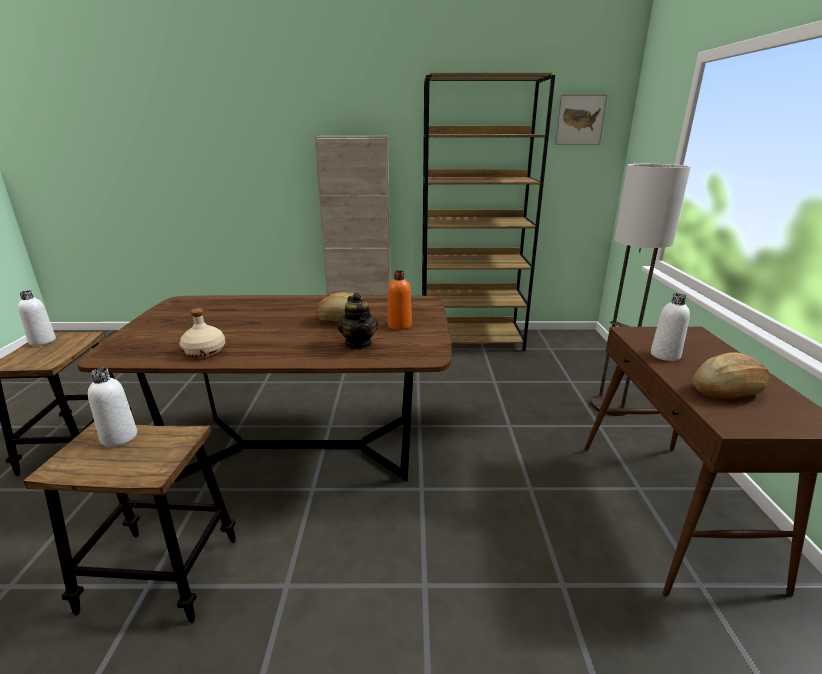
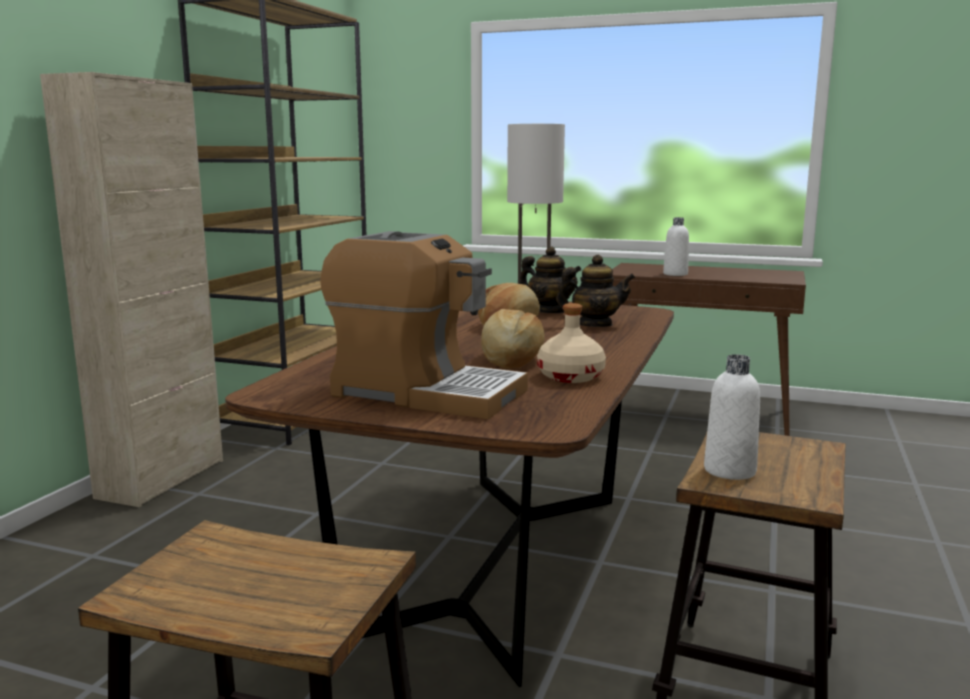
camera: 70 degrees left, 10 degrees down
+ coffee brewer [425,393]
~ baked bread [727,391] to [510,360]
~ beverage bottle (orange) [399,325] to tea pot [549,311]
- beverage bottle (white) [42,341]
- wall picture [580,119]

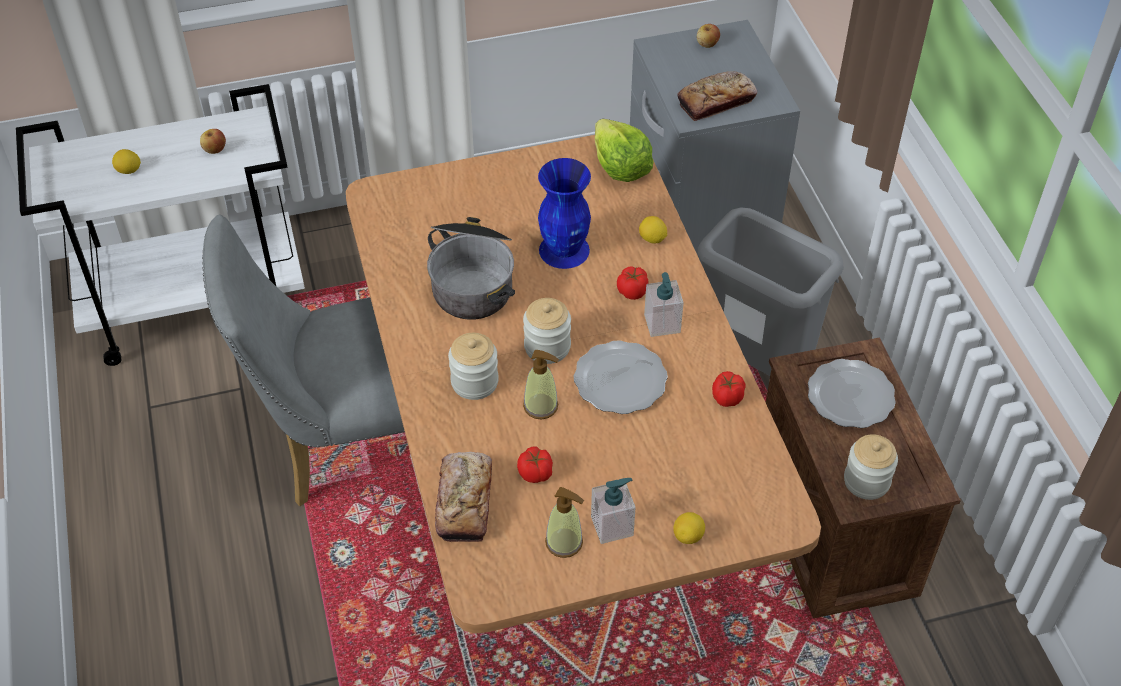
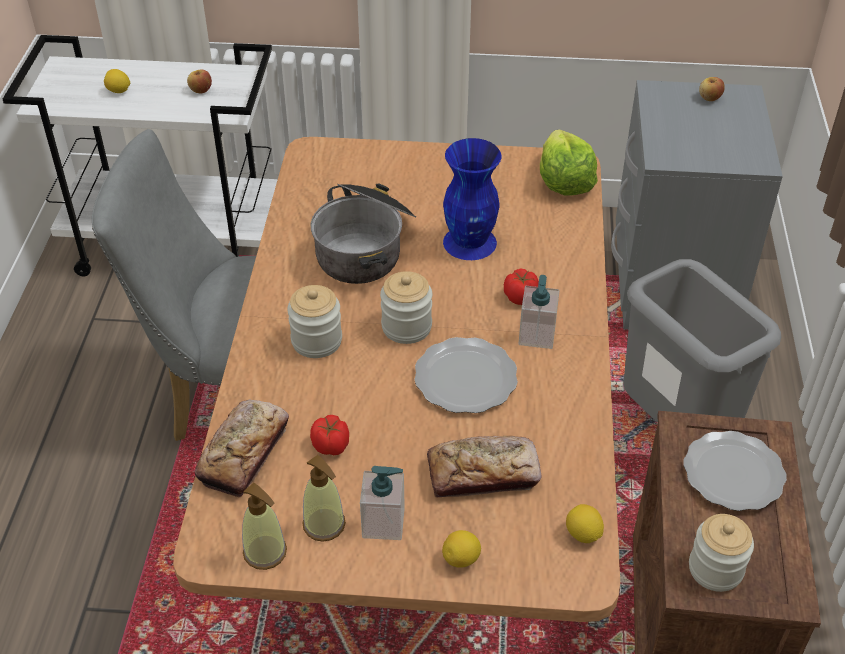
camera: 20 degrees right, 5 degrees down
~ liquid soap bottle [541,406] to [265,552]
~ baked bread [716,101] to [483,474]
~ whole lemon [652,239] to [583,534]
- whole tomato [727,398]

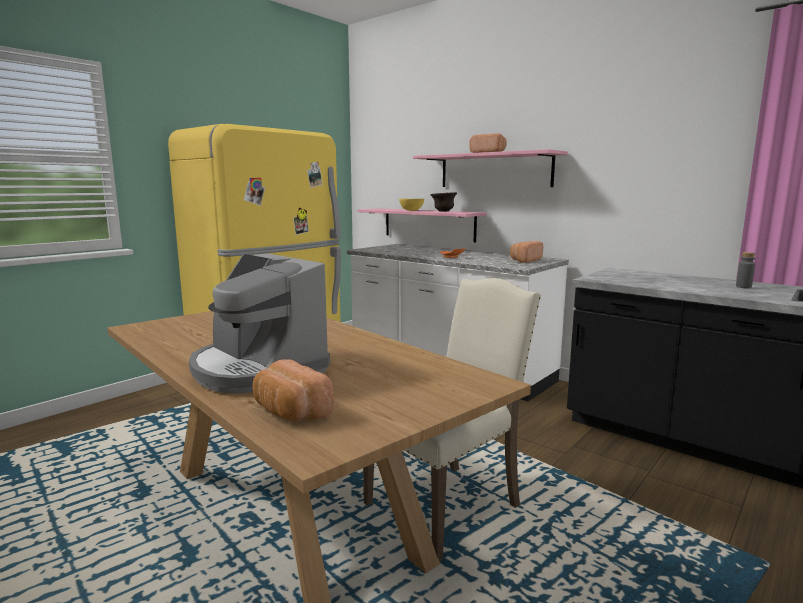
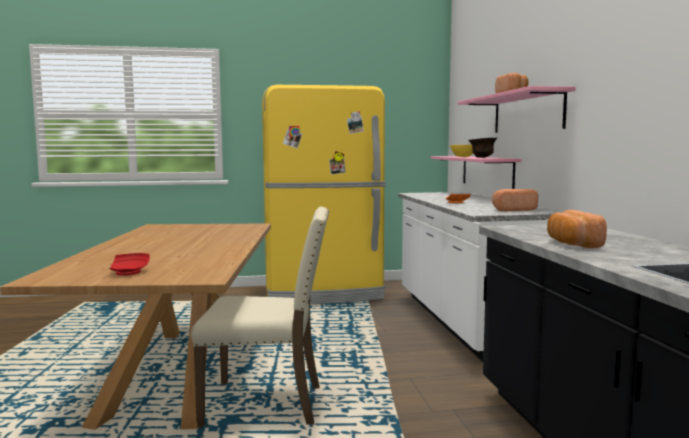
camera: 40 degrees right, 5 degrees down
+ dinner plate (red-coloured) [130,272]
~ baked bread [289,412] to [572,244]
- coffee brewer [257,369]
- beverage bottle (greyish) [743,287]

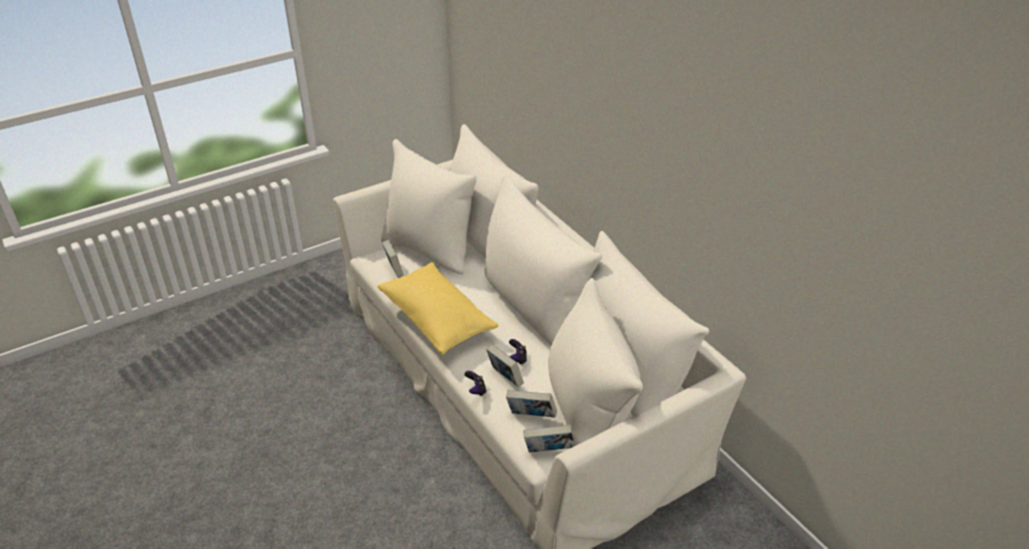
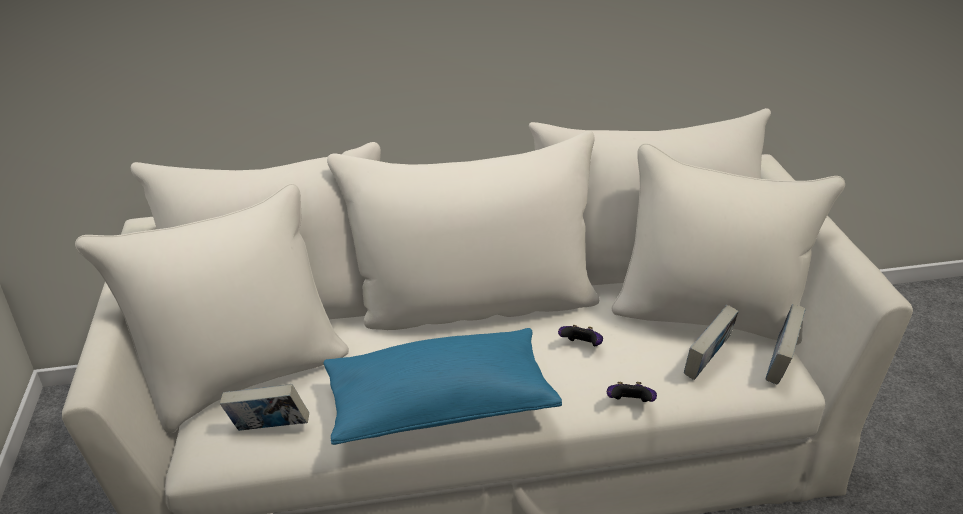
camera: 65 degrees left, 5 degrees down
~ cushion (yellow) [437,319] to cushion (blue-coloured) [440,407]
- book [505,378]

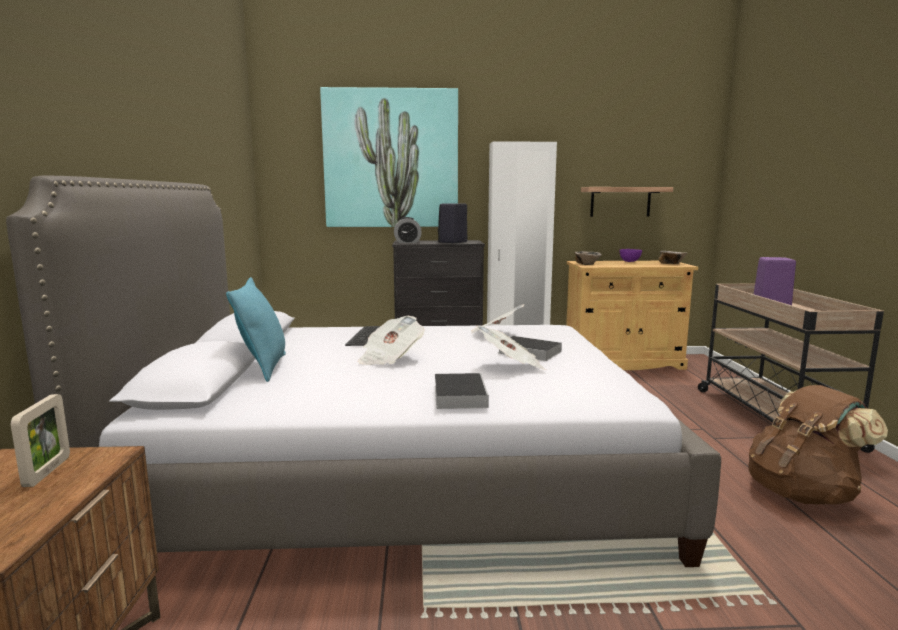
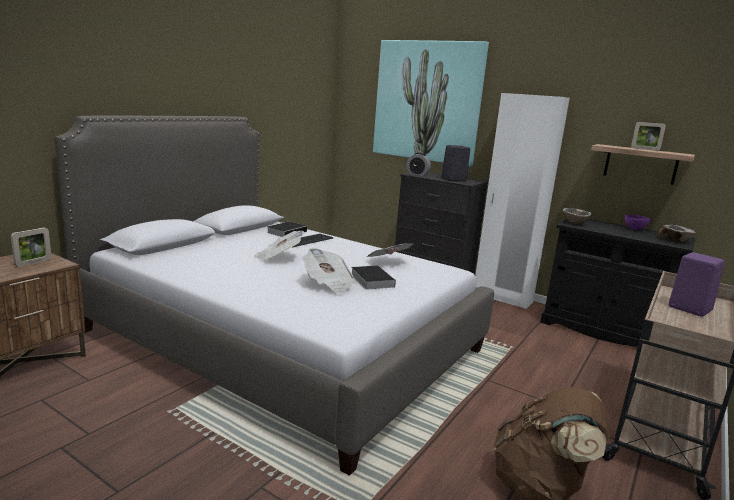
camera: 35 degrees right, 5 degrees up
~ book [459,395] to [287,232]
~ storage cabinet (sand-coloured) [622,363] to storage cabinet (black) [603,330]
+ photo frame [645,149]
- cushion (turquoise-coloured) [263,367]

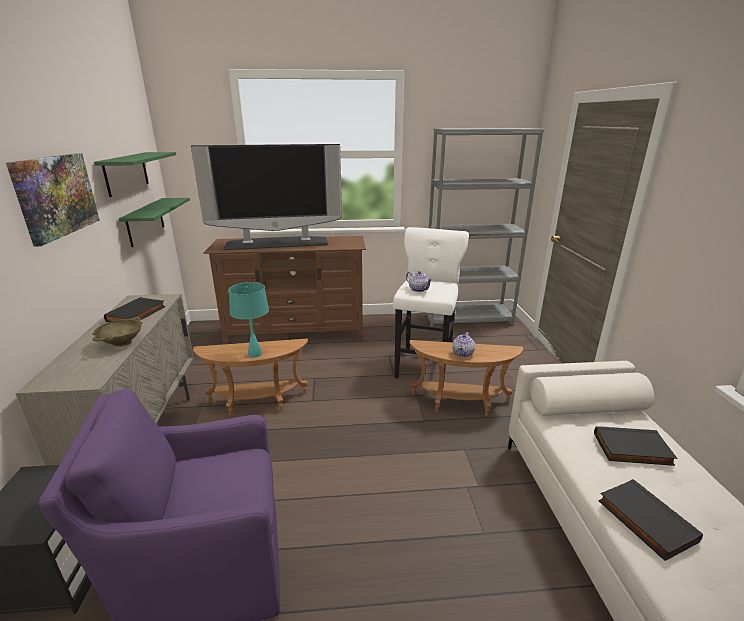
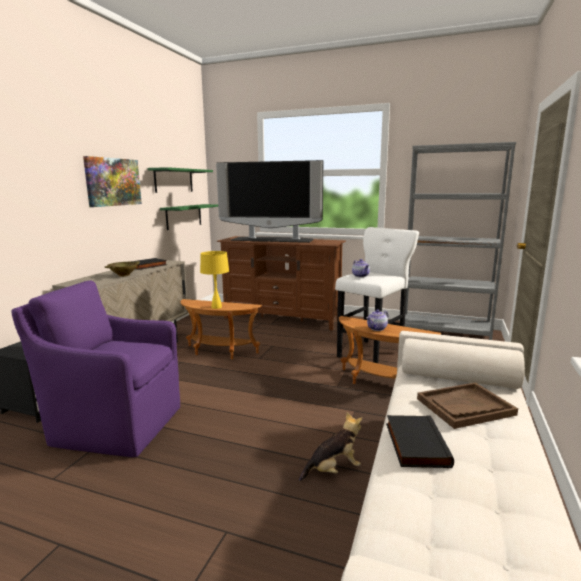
camera: 25 degrees right, 10 degrees down
~ tabletop lamp (turquoise-coloured) [254,354] to tabletop lamp (yellow) [216,307]
+ cuddly toy [333,470]
~ book (black) [632,450] to serving tray (brown-coloured) [465,407]

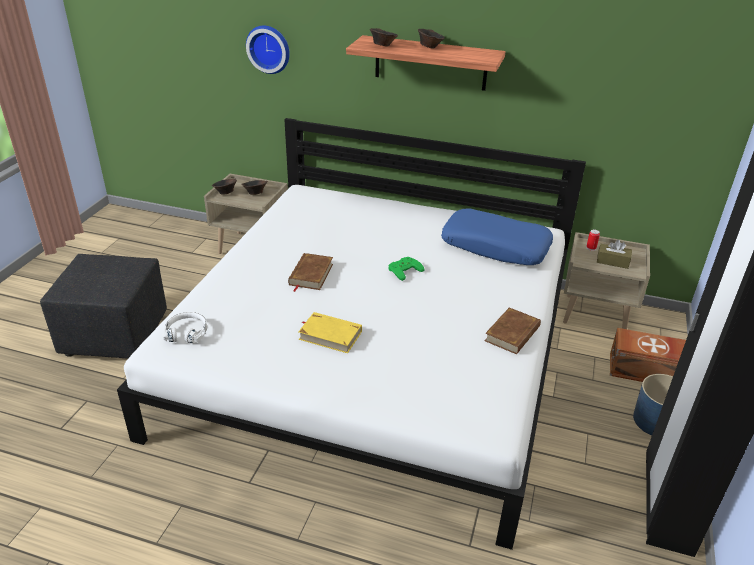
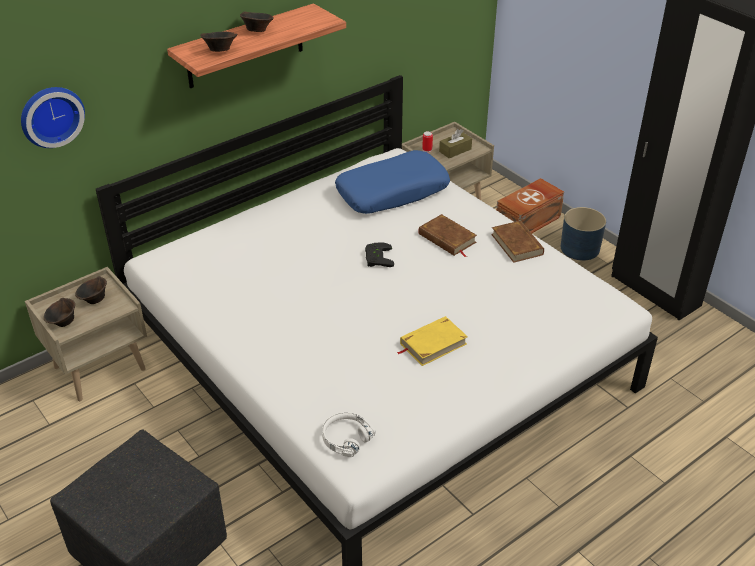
camera: 55 degrees left, 5 degrees up
~ joypad (green) [403,269] to joypad (black) [376,258]
~ book (brown-coloured) [310,274] to [447,238]

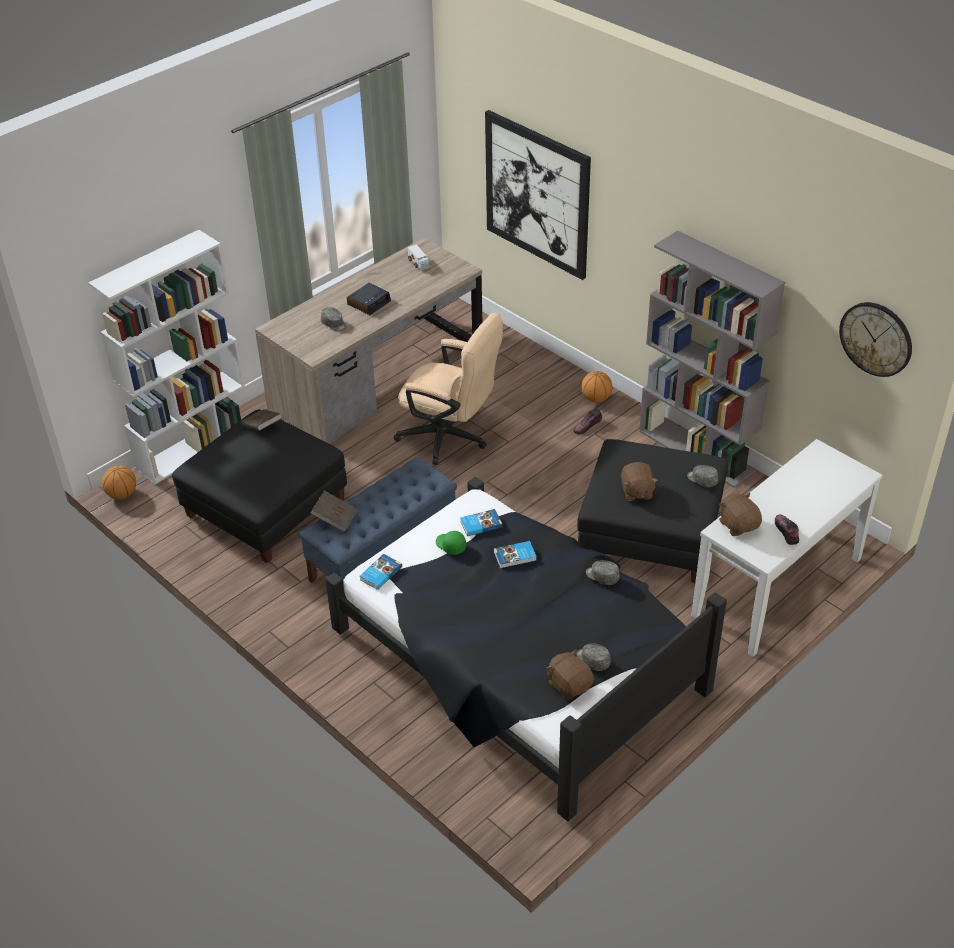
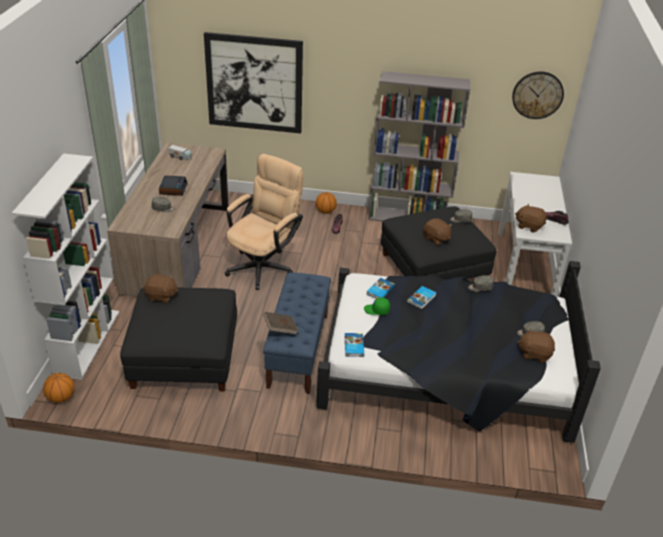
camera: 40 degrees left, 5 degrees down
~ book (brown-coloured) [262,427] to cuddly toy (brown-coloured) [161,296]
~ office chair (sand-coloured) [450,438] = [264,265] 45 degrees counterclockwise

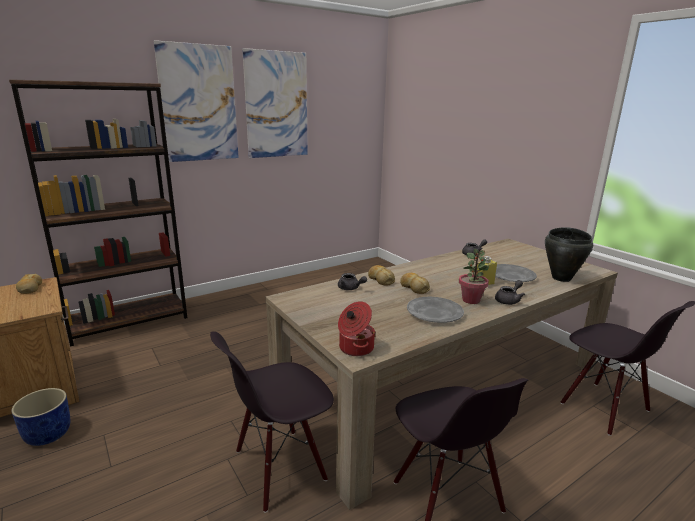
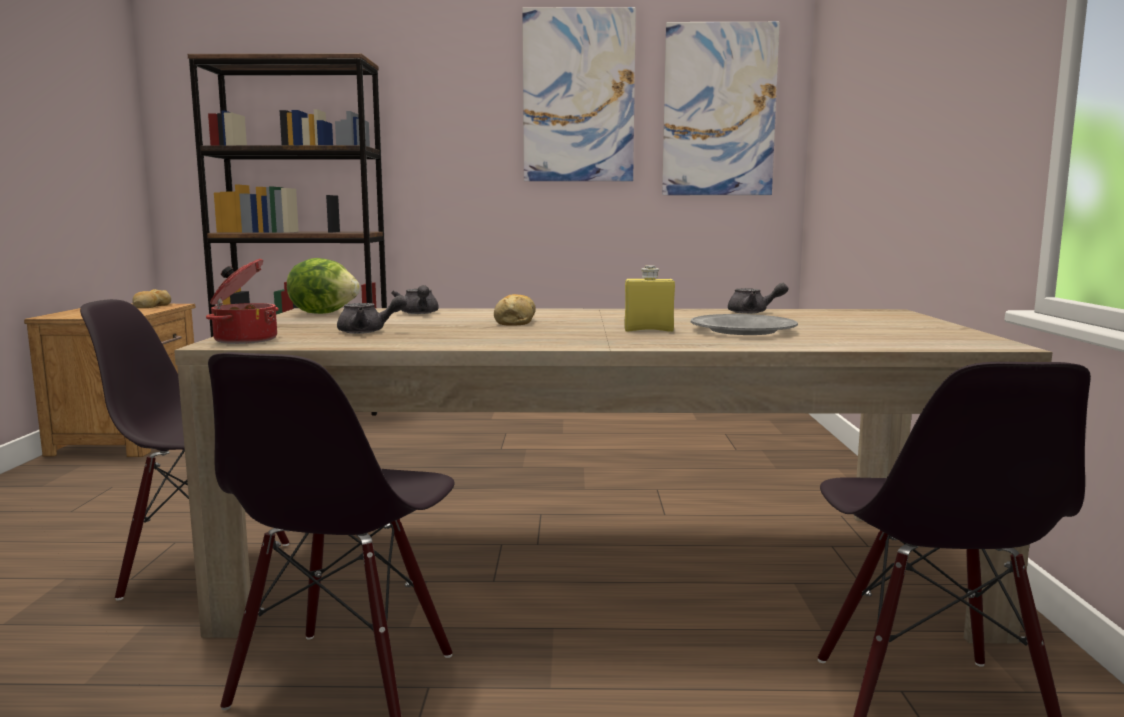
camera: 35 degrees right, 10 degrees down
+ head of lettuce [324,313]
~ tea pot (greyish) [509,300] to [368,331]
~ wall picture [199,104] to [719,110]
- flower pot (blue-coloured) [47,434]
- baked bread [381,279]
- dinner plate (greyish) [434,313]
- houseplant [471,300]
- stockpot (black) [561,278]

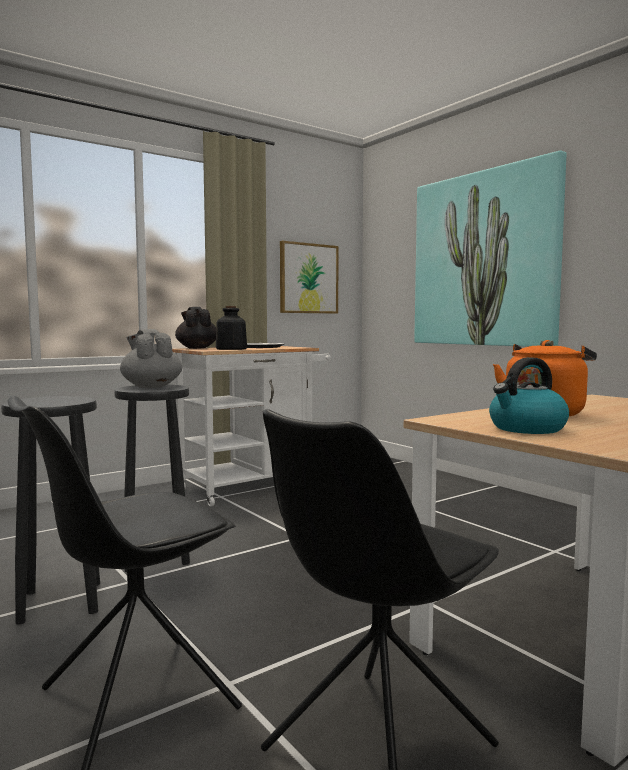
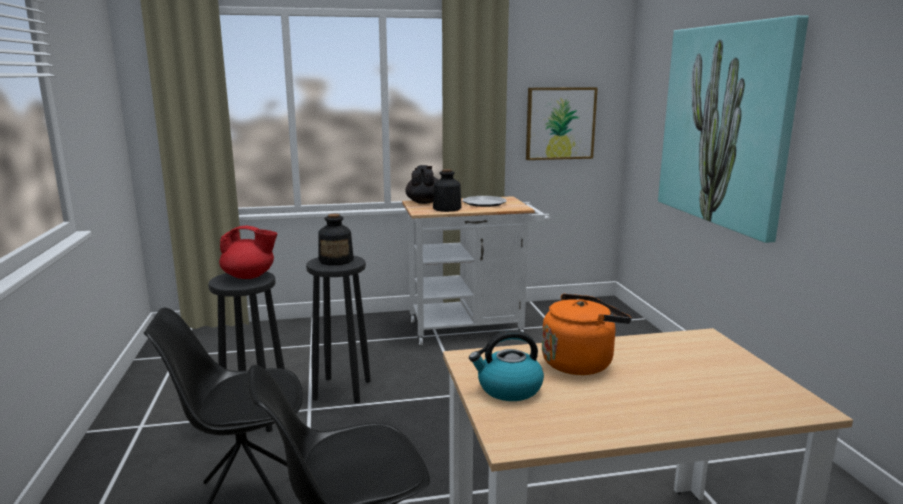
camera: 25 degrees right, 10 degrees up
+ tea pot (red-coloured) [249,276]
~ tea pot (greyish) [151,387] to beverage bottle [336,260]

